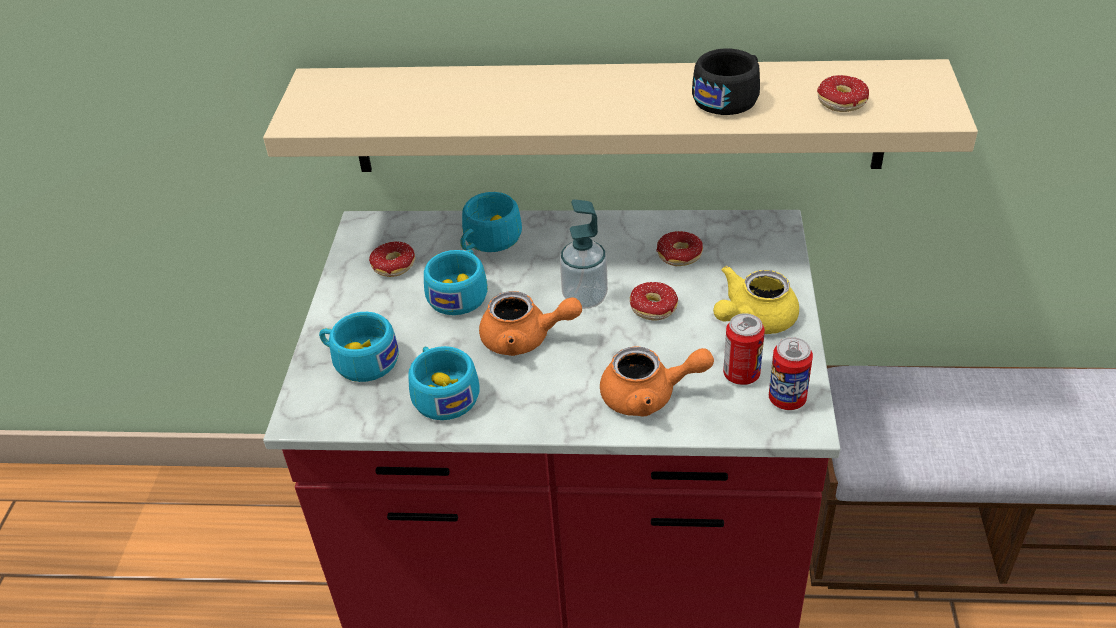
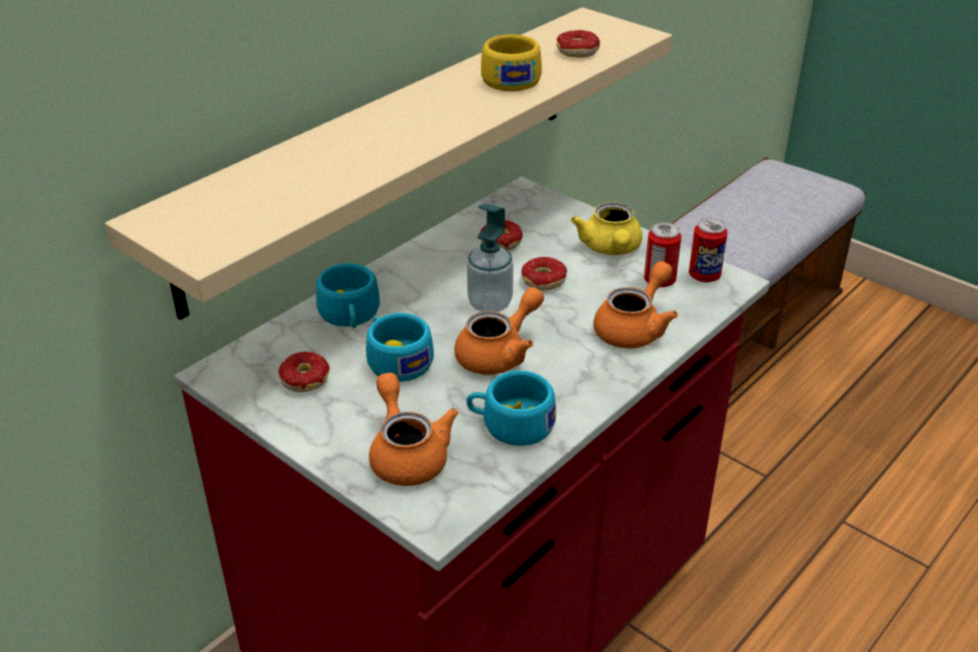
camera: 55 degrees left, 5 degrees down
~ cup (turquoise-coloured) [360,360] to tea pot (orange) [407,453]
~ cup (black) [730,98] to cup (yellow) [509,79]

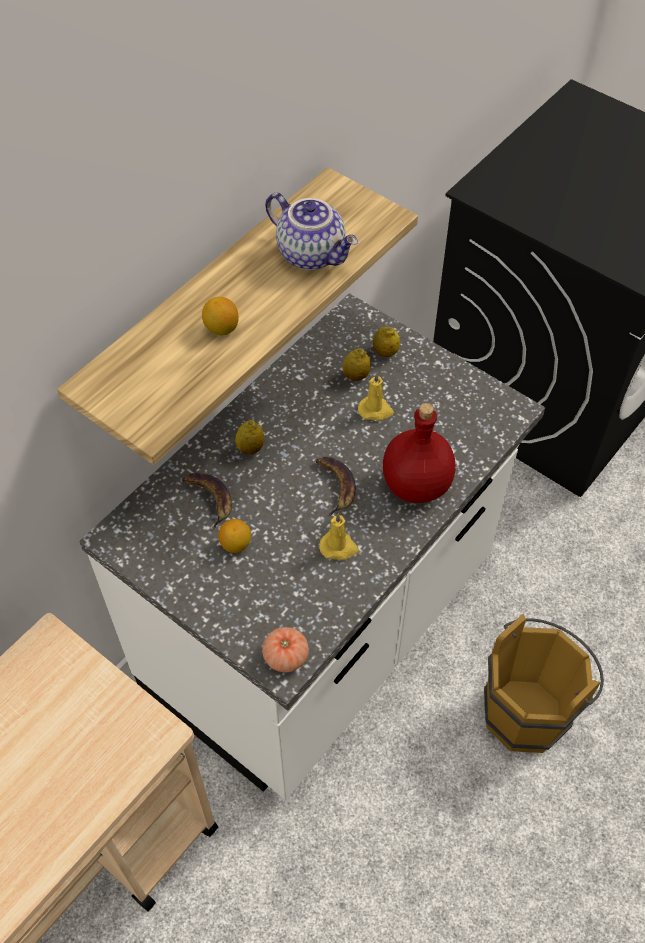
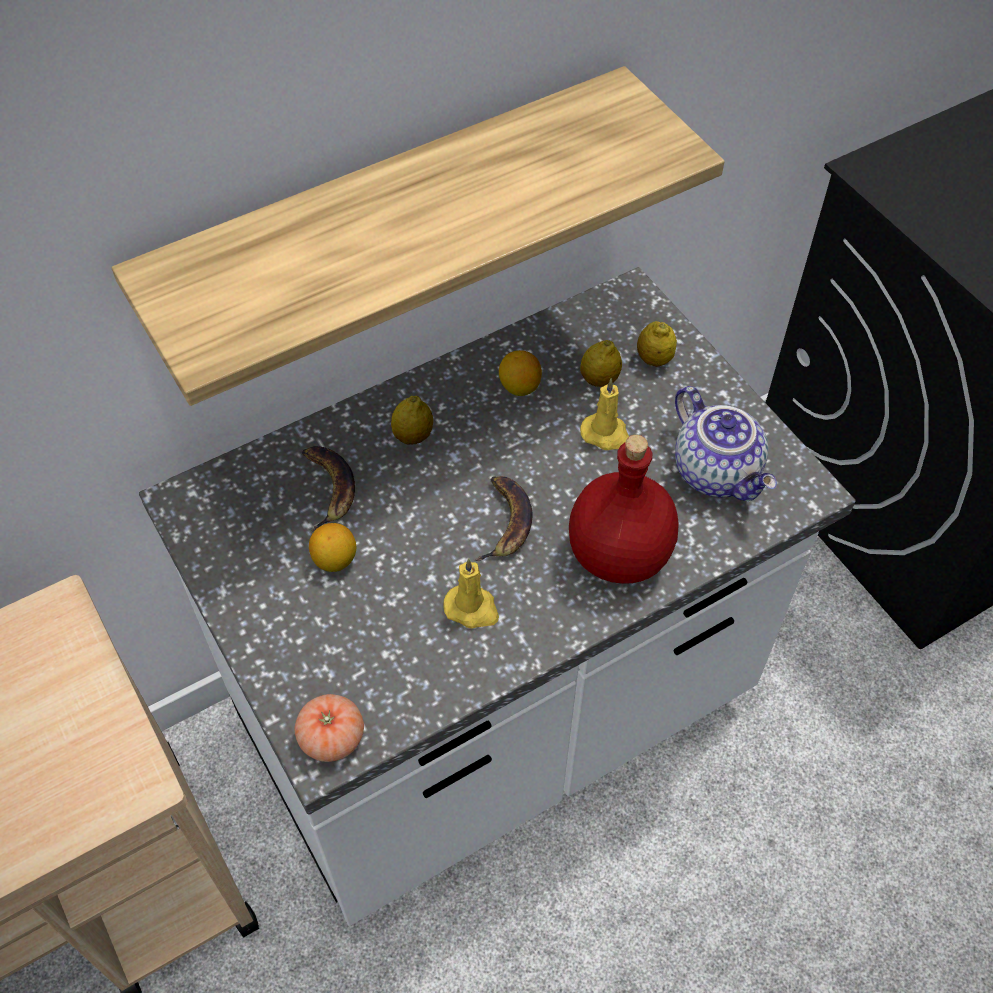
camera: 20 degrees right, 0 degrees up
~ whole lemon [221,329] to [519,387]
~ tea pot [312,254] to [718,471]
- water bucket (brown-coloured) [530,710]

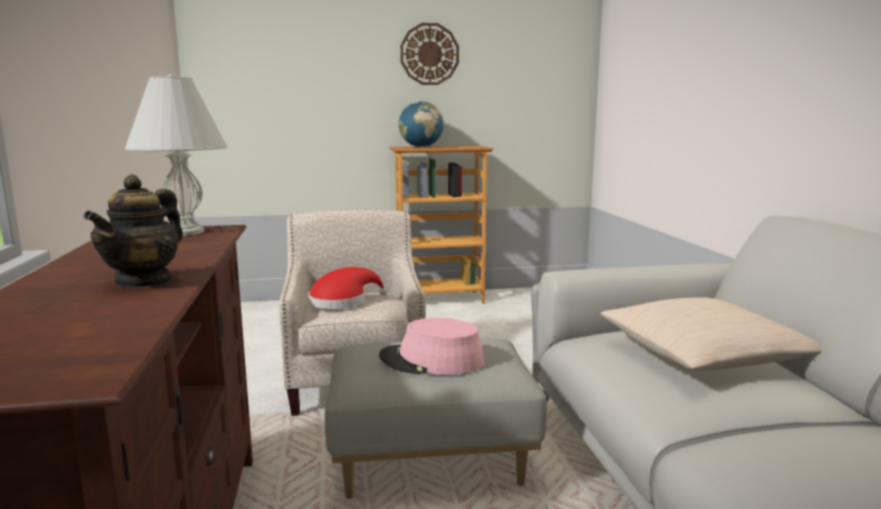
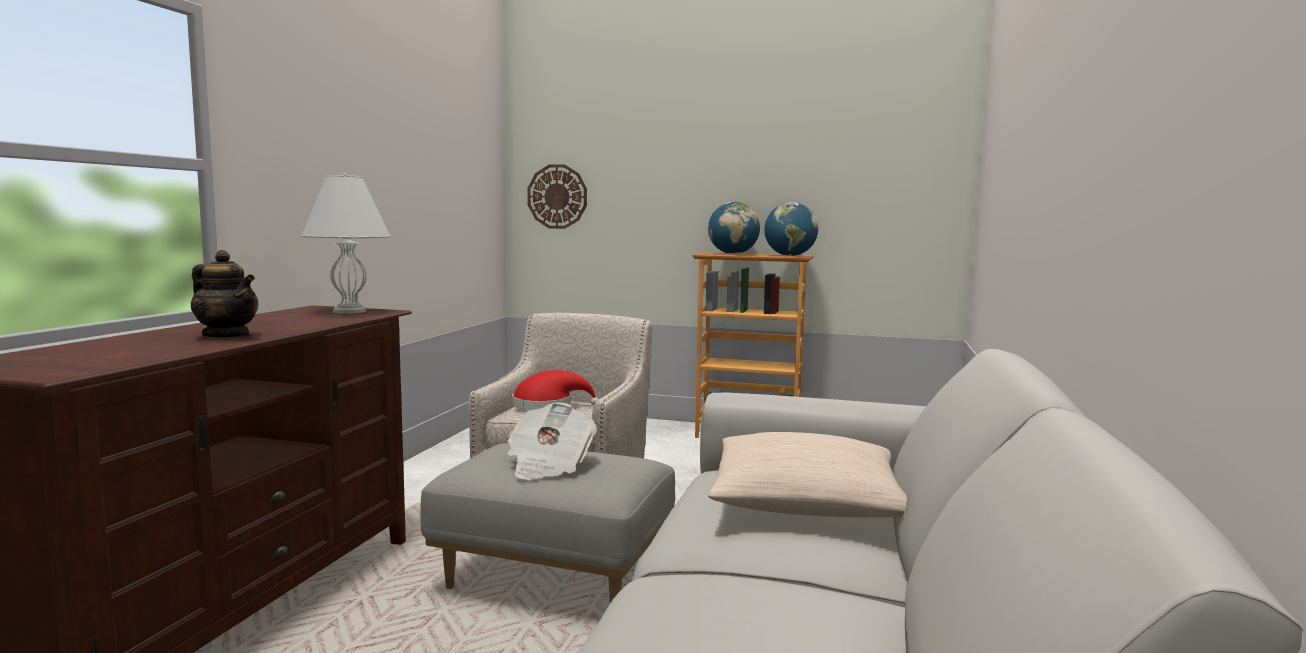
camera: 25 degrees right, 5 degrees down
~ tea pot [144,281] = [227,336] 105 degrees counterclockwise
~ clothing hat (pinkish) [431,361] to newspaper [548,465]
~ clock on the wall [429,54] to [557,196]
+ desk globe [790,256]

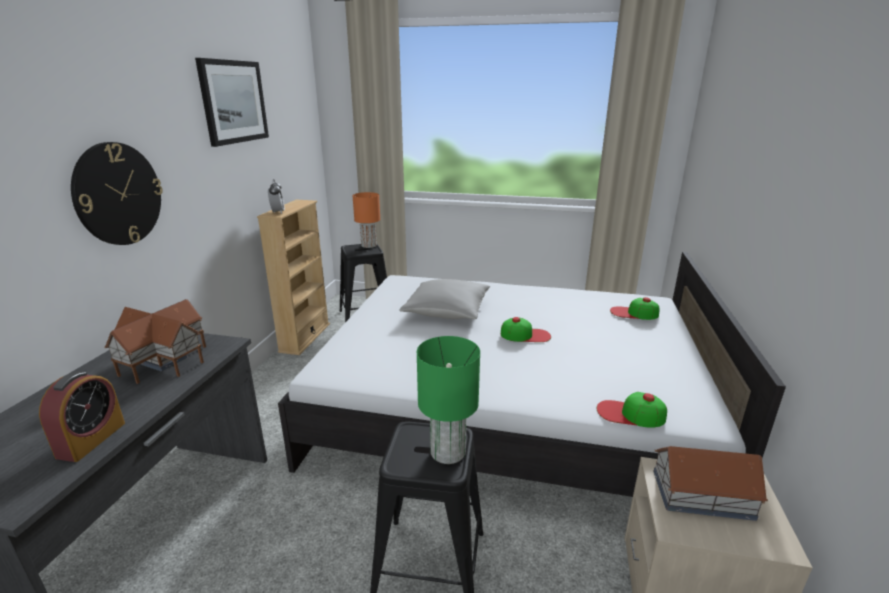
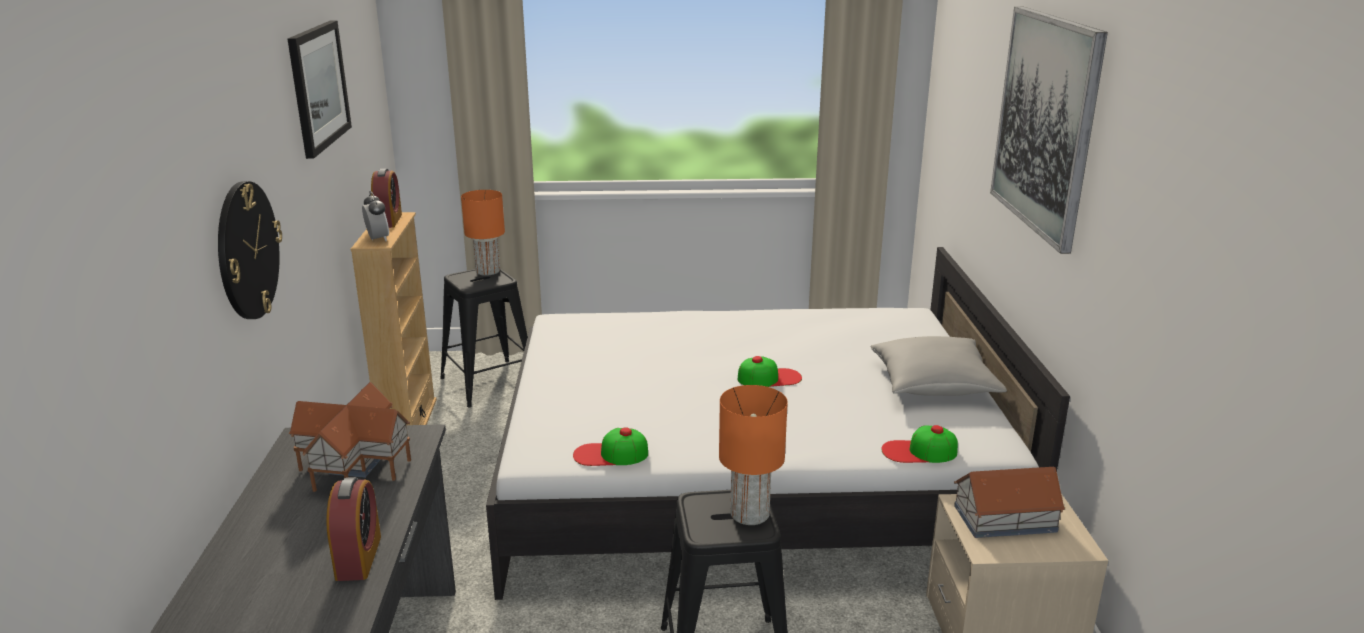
camera: 15 degrees left, 0 degrees up
+ alarm clock [389,221]
~ baseball cap [634,313] to [610,454]
~ tabletop lamp (green) [448,451] to tabletop lamp (orange) [750,513]
~ cushion (greyish) [447,311] to [933,384]
+ wall picture [1045,123]

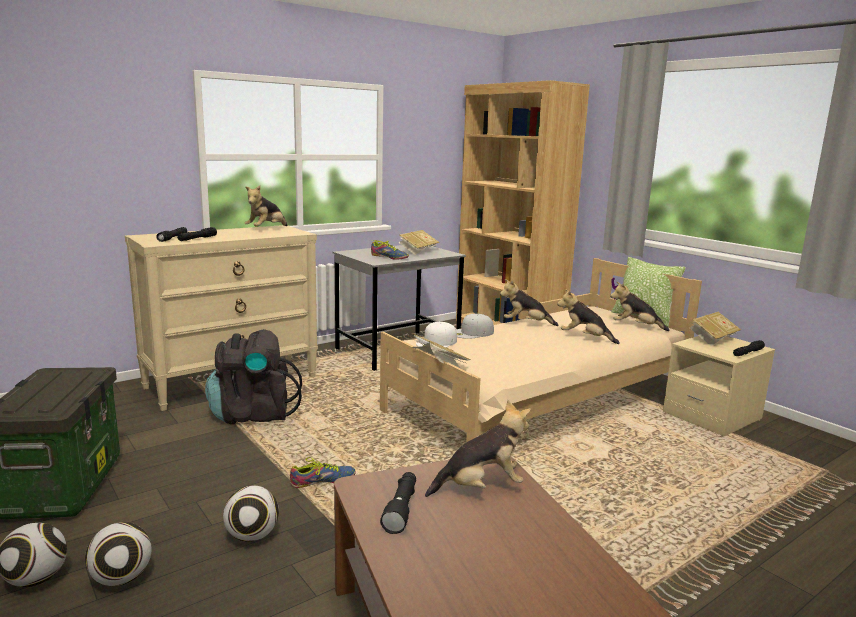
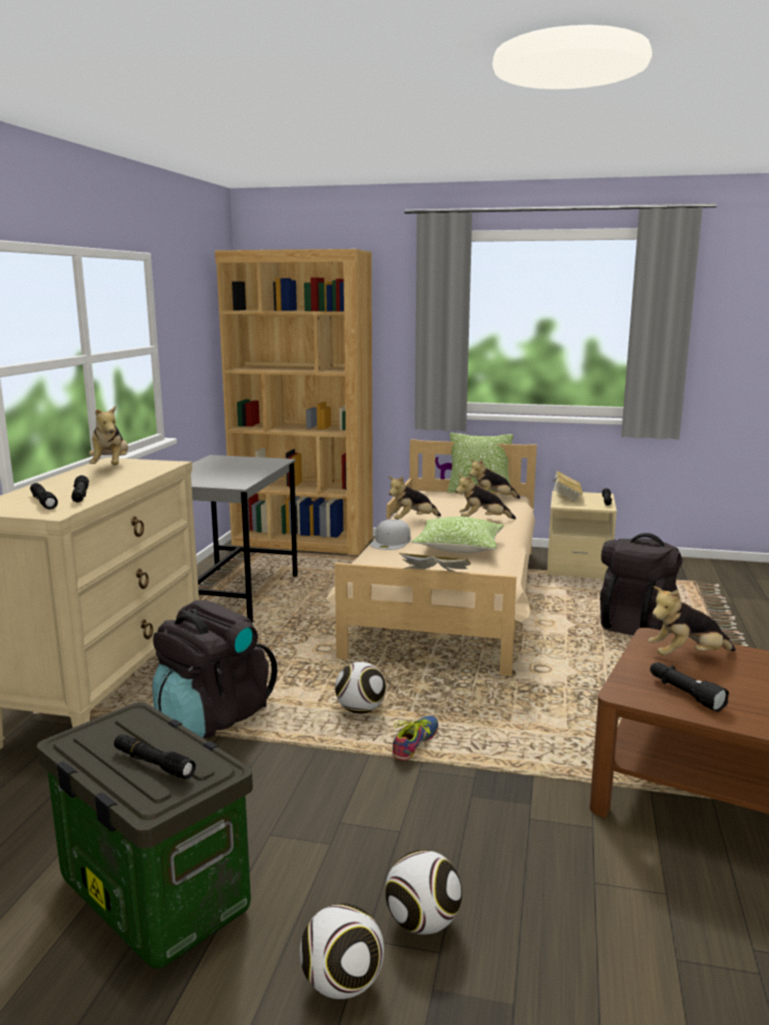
camera: 40 degrees left, 0 degrees up
+ flashlight (black) [153,763]
~ football [252,536] to [361,710]
+ cushion [459,547]
+ rucksack (black) [636,623]
~ cuddly toy [481,487] = [687,656] 135 degrees counterclockwise
- shoe [389,257]
- book [418,251]
- baseball cap (white) [437,342]

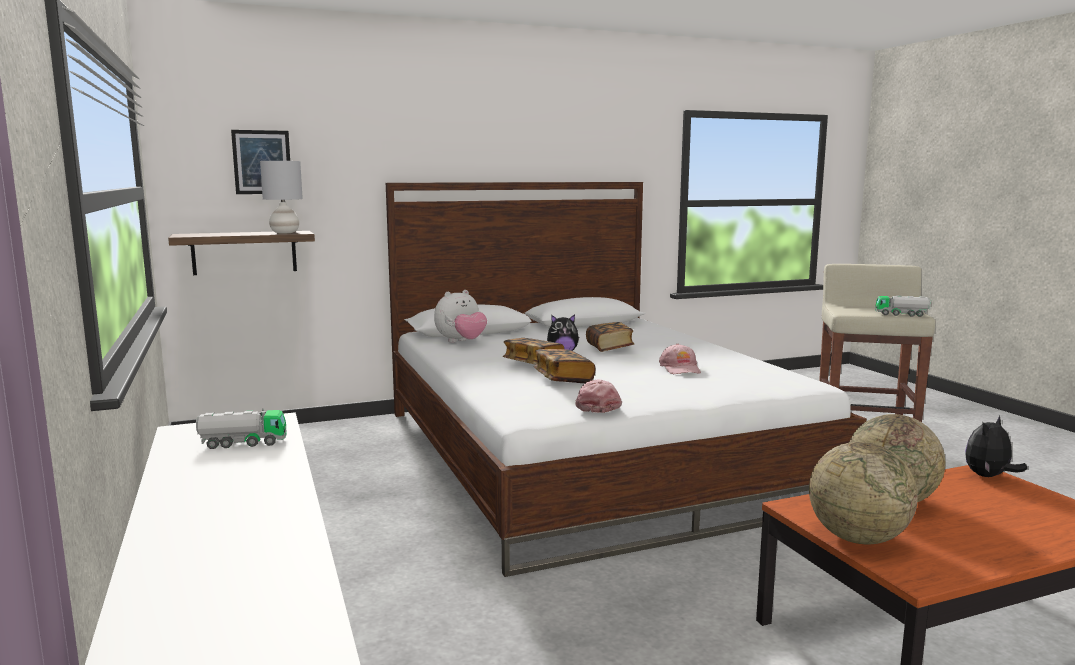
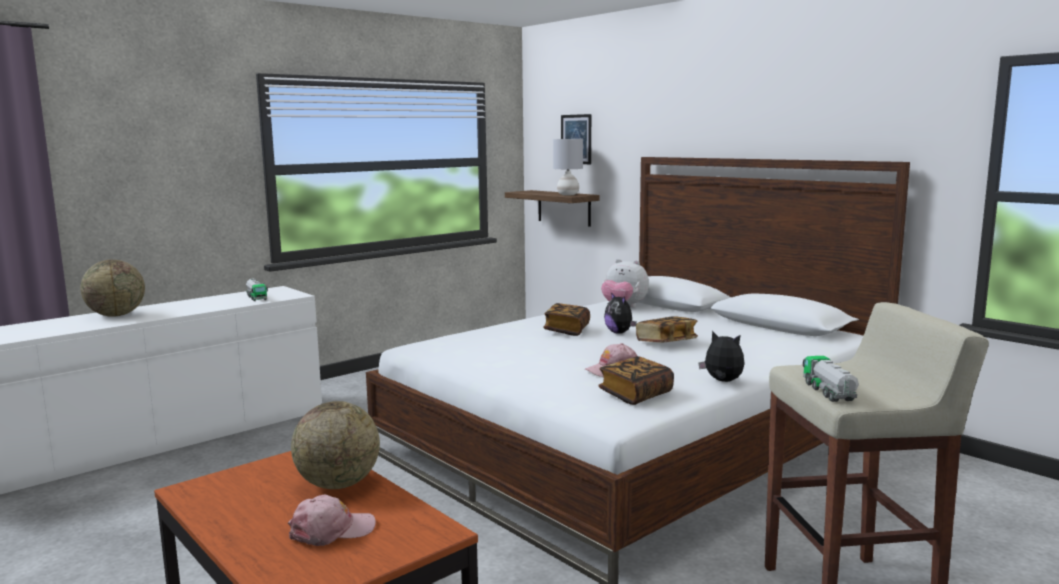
camera: 70 degrees right, 0 degrees up
~ desk globe [857,538] to [116,315]
~ baseball cap (pinkish) [596,405] to [332,530]
~ book [563,379] to [635,394]
~ cuddly toy [988,476] to [722,381]

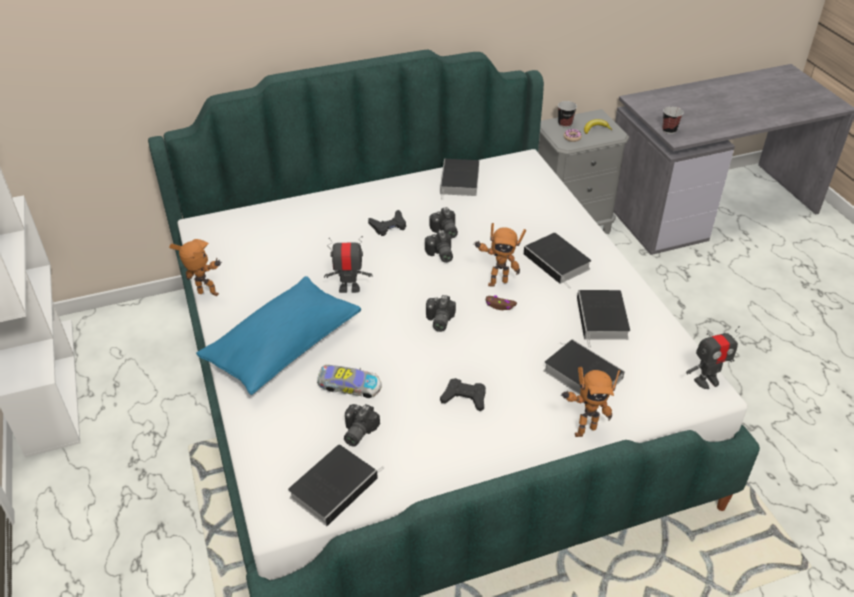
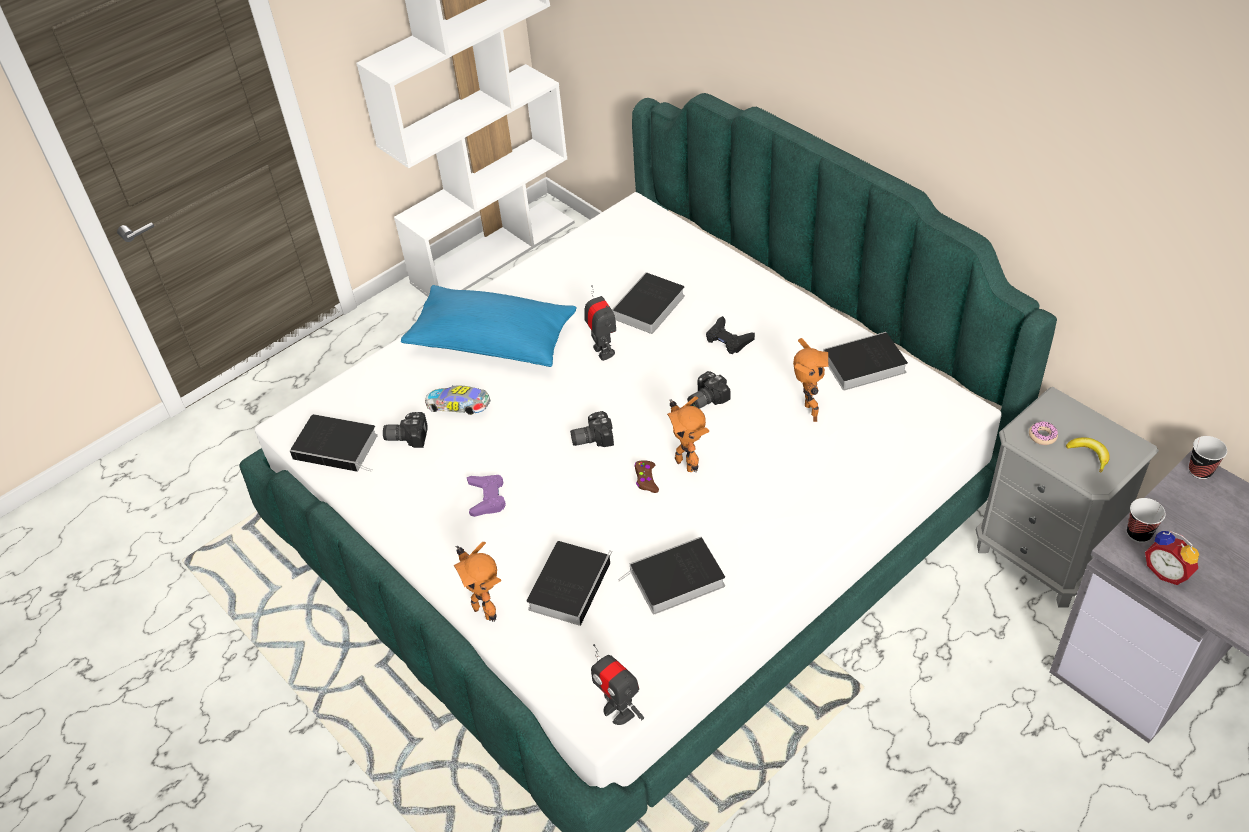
camera: 70 degrees right, 5 degrees up
~ model car [348,388] = [460,408] 120 degrees clockwise
~ joypad (black) [464,397] to joypad (purple) [487,498]
~ book [558,262] to [648,308]
~ robot figure [207,296] to [807,414]
+ alarm clock [1167,572]
~ cup [565,124] to [1200,471]
- photo camera [444,231]

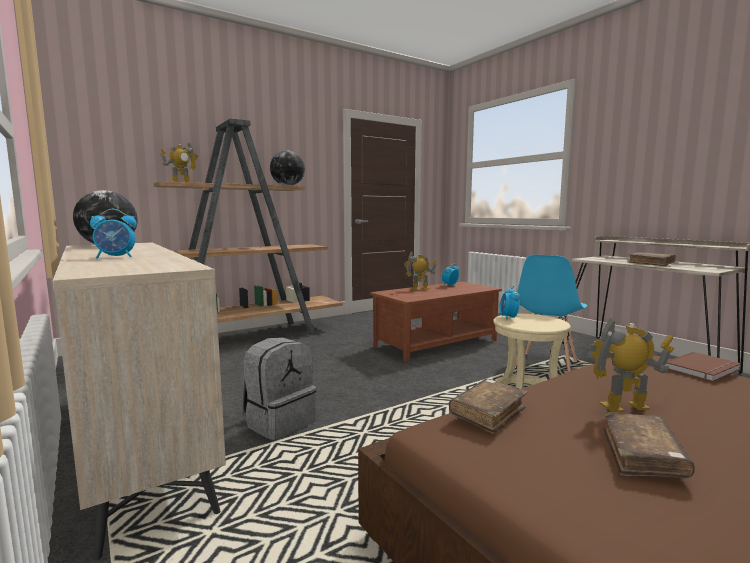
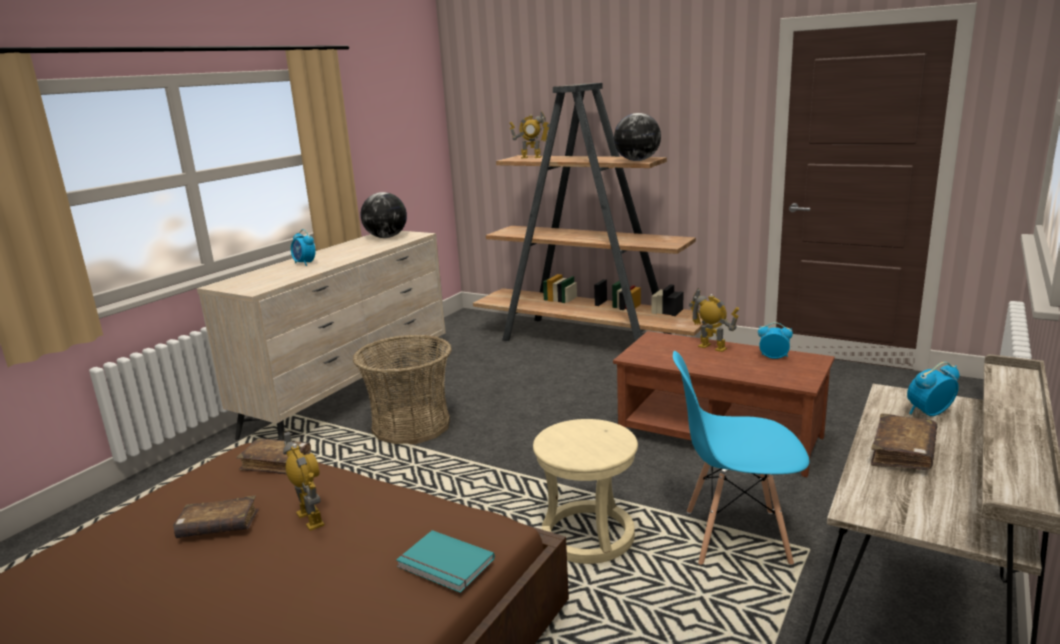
camera: 65 degrees right, 10 degrees up
~ rucksack (greyish) [279,422] to basket [411,426]
~ book (brown-coloured) [704,369] to book (turquoise-coloured) [444,565]
~ alarm clock [508,317] to [928,413]

